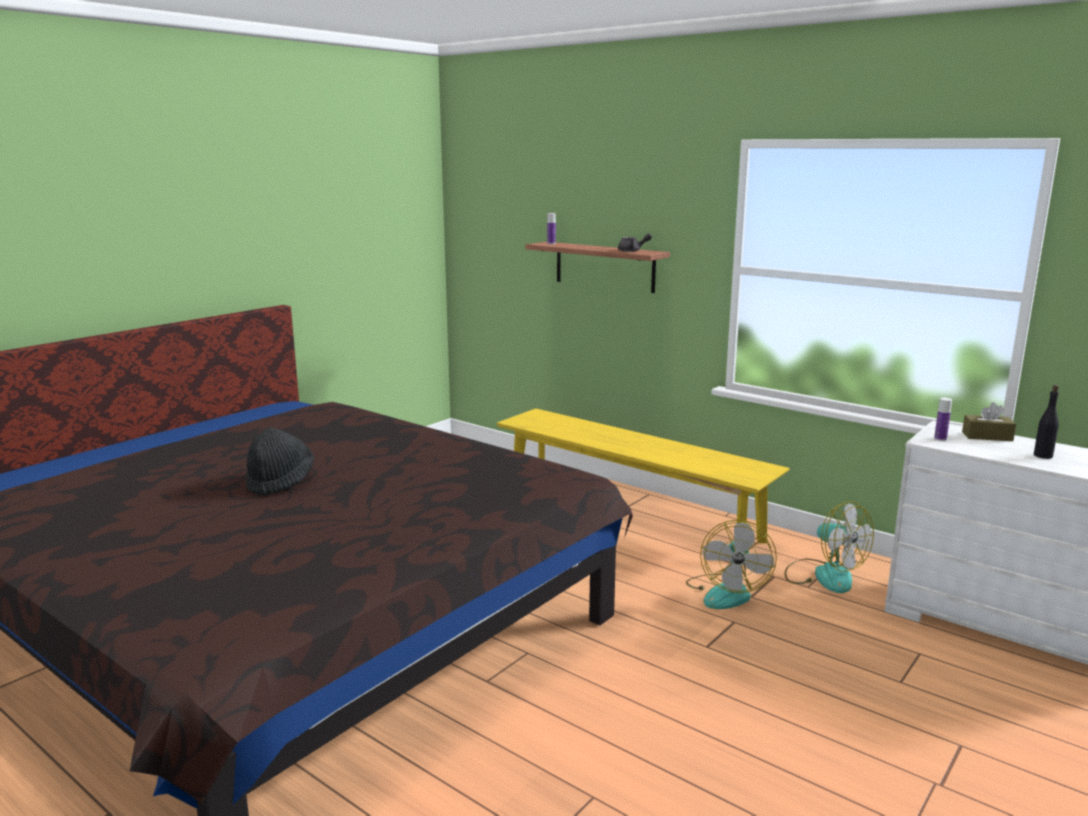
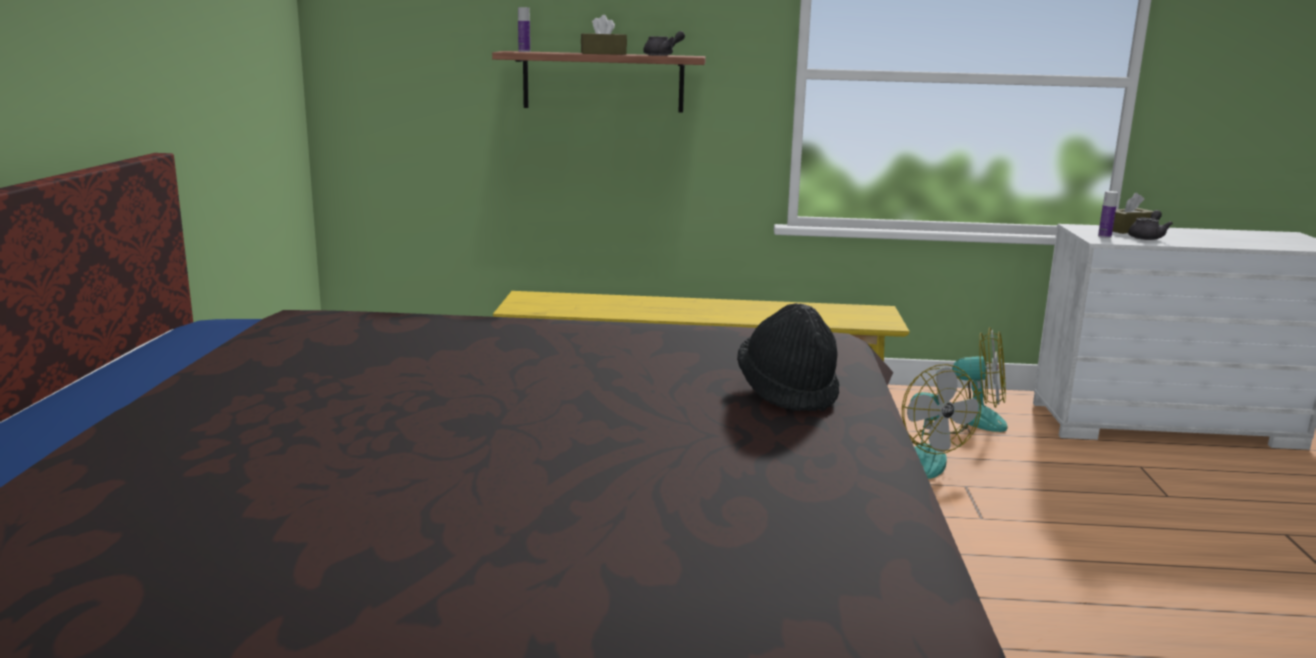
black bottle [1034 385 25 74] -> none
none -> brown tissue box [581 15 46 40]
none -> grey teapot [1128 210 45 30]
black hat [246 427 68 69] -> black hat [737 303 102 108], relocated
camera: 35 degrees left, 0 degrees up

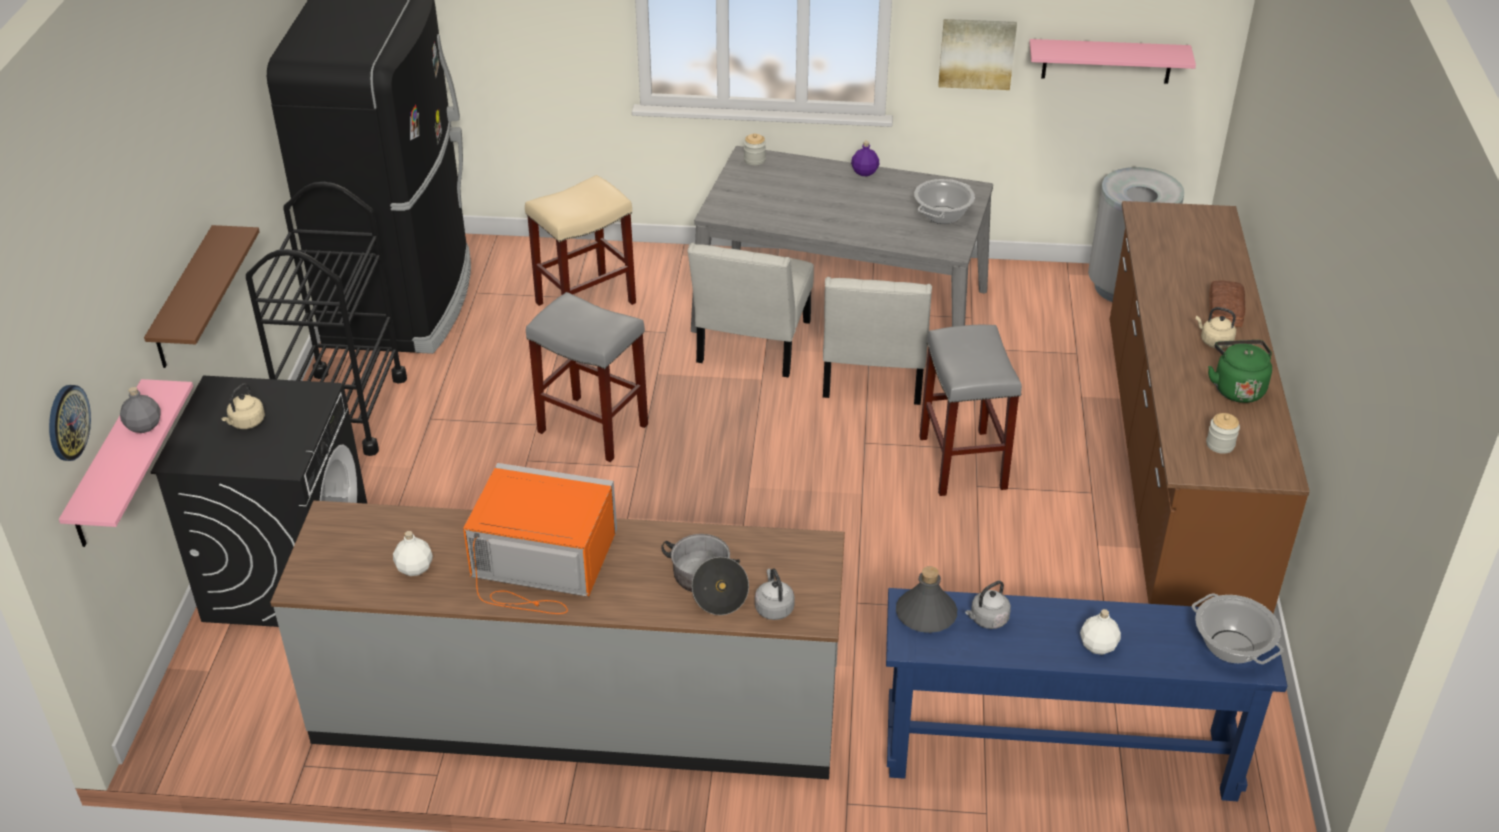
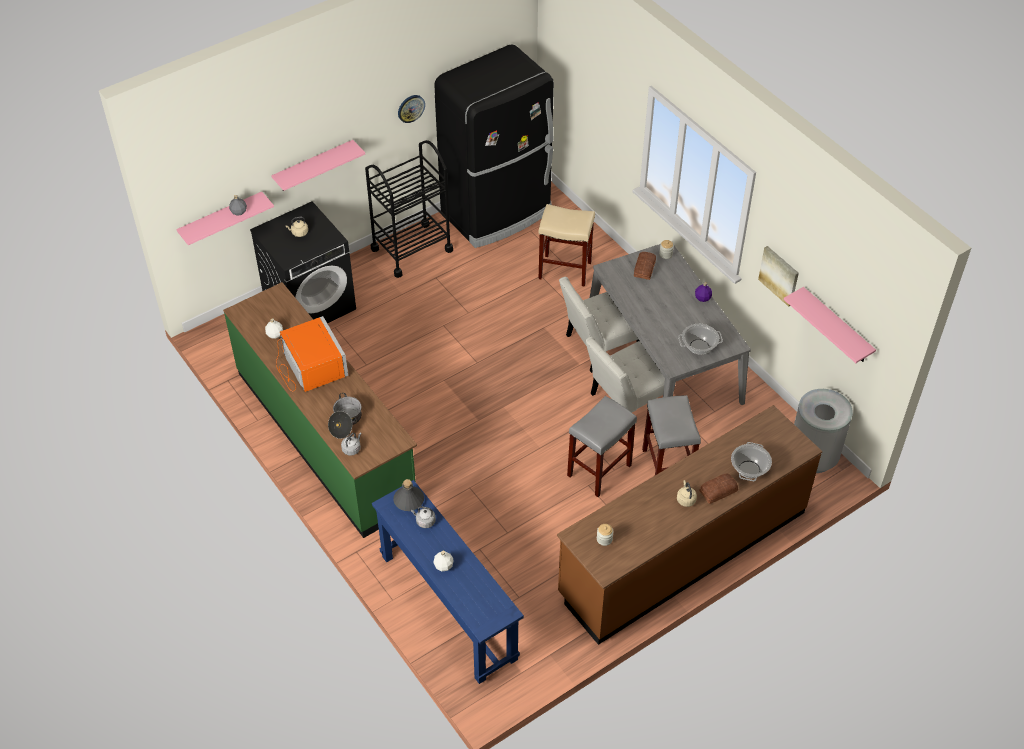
green kettle [1208 340 64 63] -> none
none -> bread [634 252 22 28]
wall clock [49 385 42 76] -> wall clock [398 95 27 28], relocated
grey stool [526 292 122 170] -> grey stool [642 395 59 80], relocated
cooking pot [1192 594 91 70] -> cooking pot [731 442 41 39], relocated
brown shelf [144 225 116 143] -> pink shelf [271 140 94 51]
grey counter [270 501 575 278] -> green counter [223 282 194 256]
camera: 50 degrees right, 10 degrees up

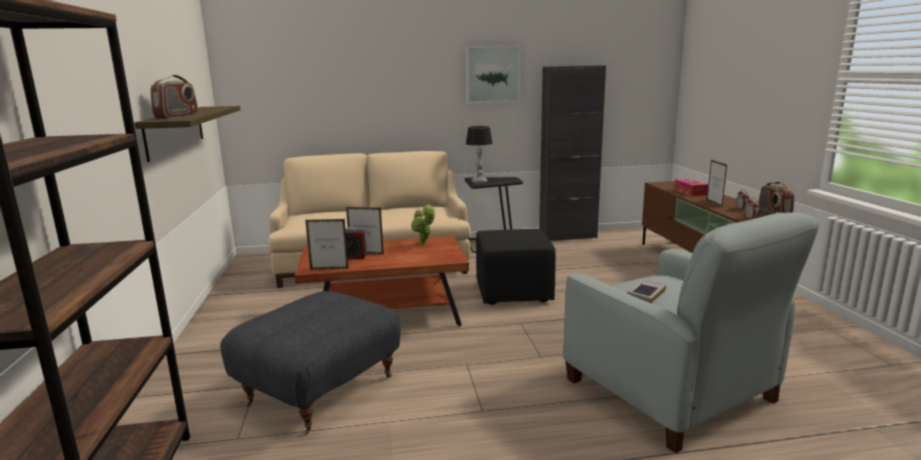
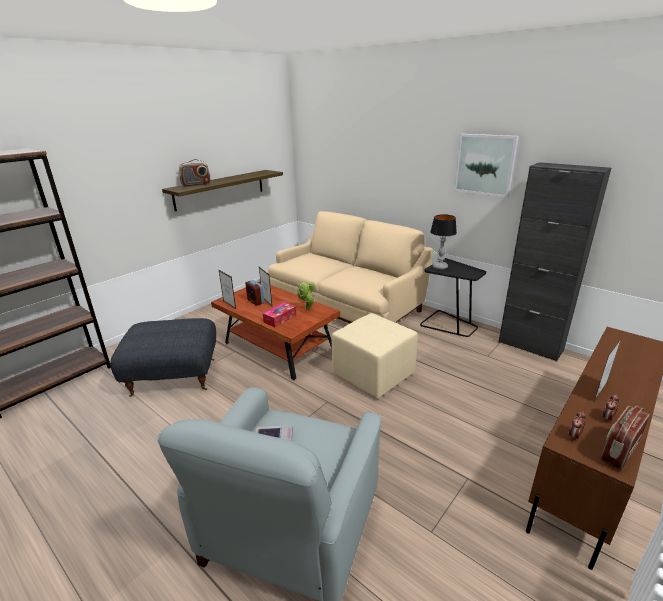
tissue box [674 179 34 17] -> tissue box [263 302 33 25], relocated
black ottoman [476 229 80 76] -> beige ottoman [331 313 87 85]
camera: 50 degrees right, 10 degrees up

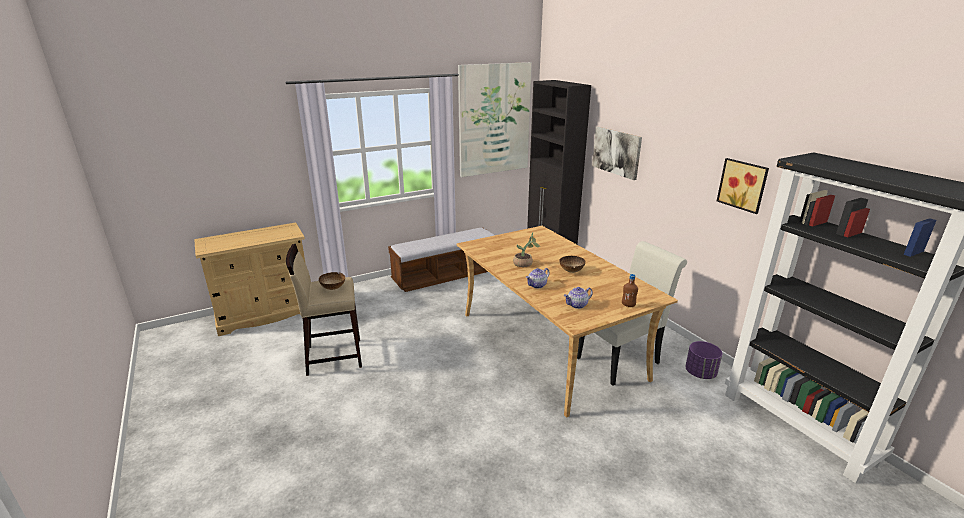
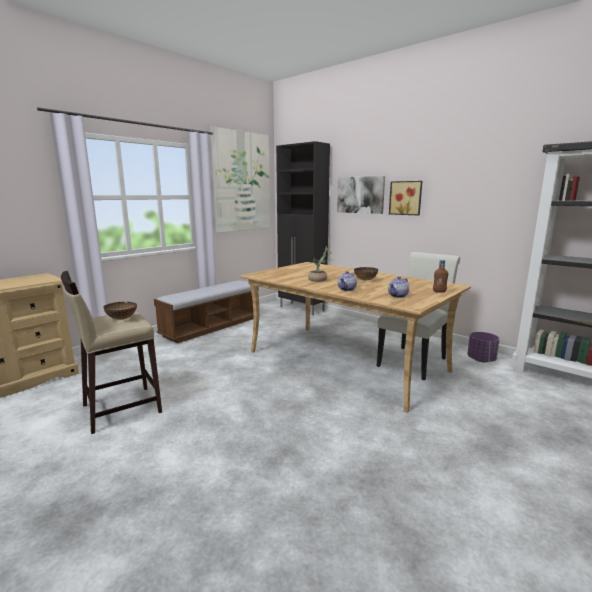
picture [717 158 52 56] -> picture [389 181 33 35], relocated
camera: 20 degrees left, 10 degrees down

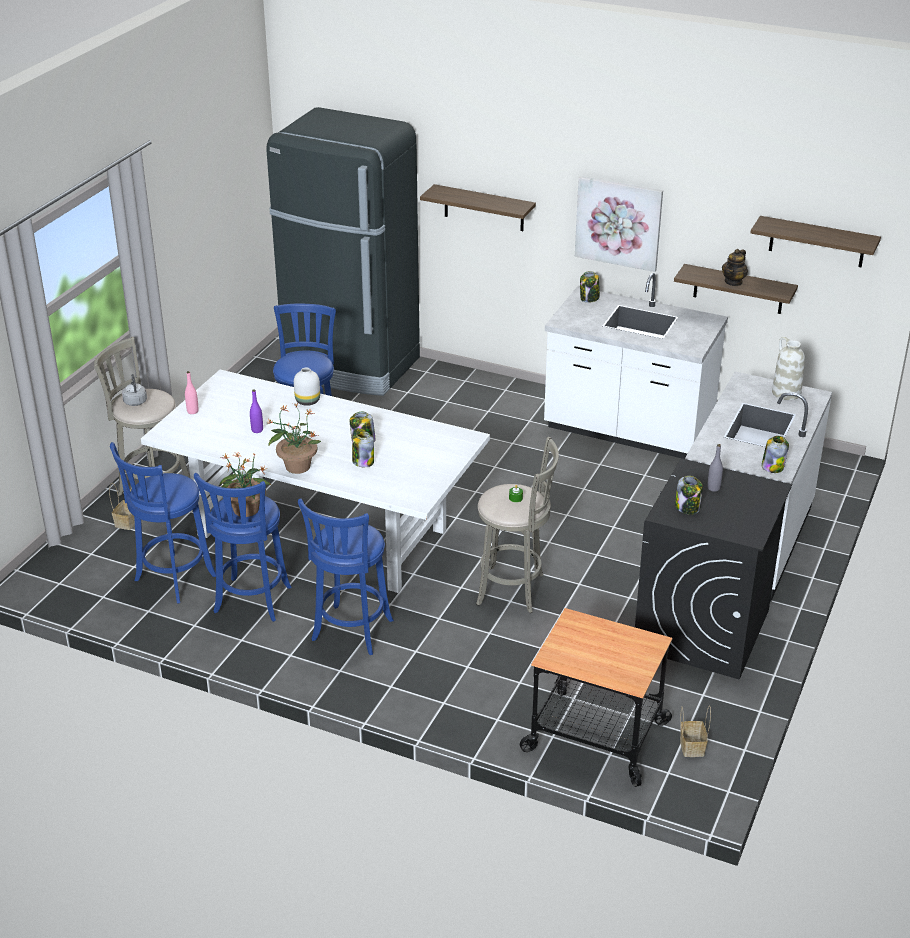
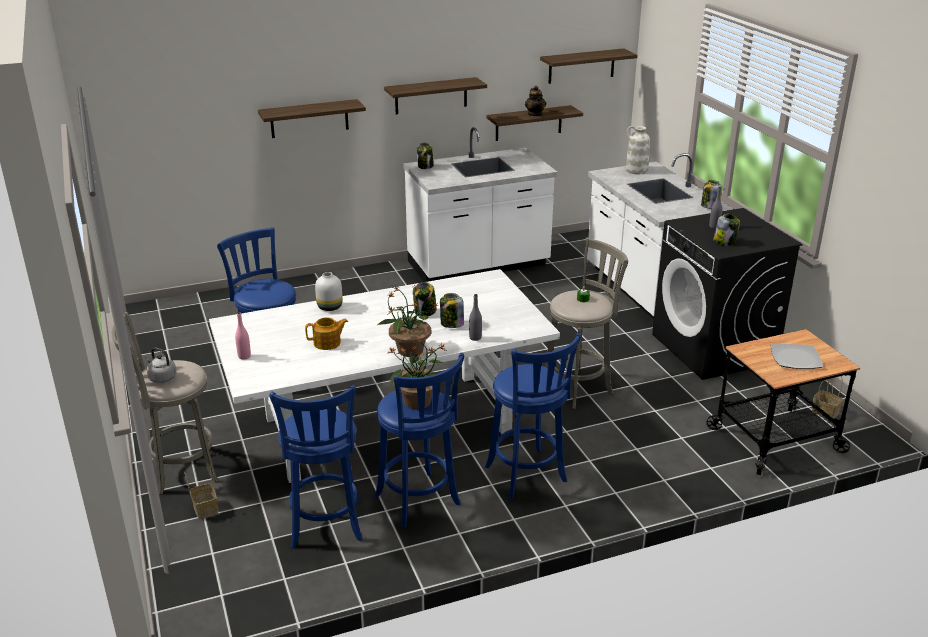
black fridge [266 107 154 289] -> none
none -> grey bottle [469 294 13 47]
none -> plate [771 343 52 26]
purple bottle [250 389 13 44] -> teapot [305 317 43 33]
picture [575 176 88 96] -> shelf [384 77 103 37]
camera: 45 degrees left, 5 degrees down

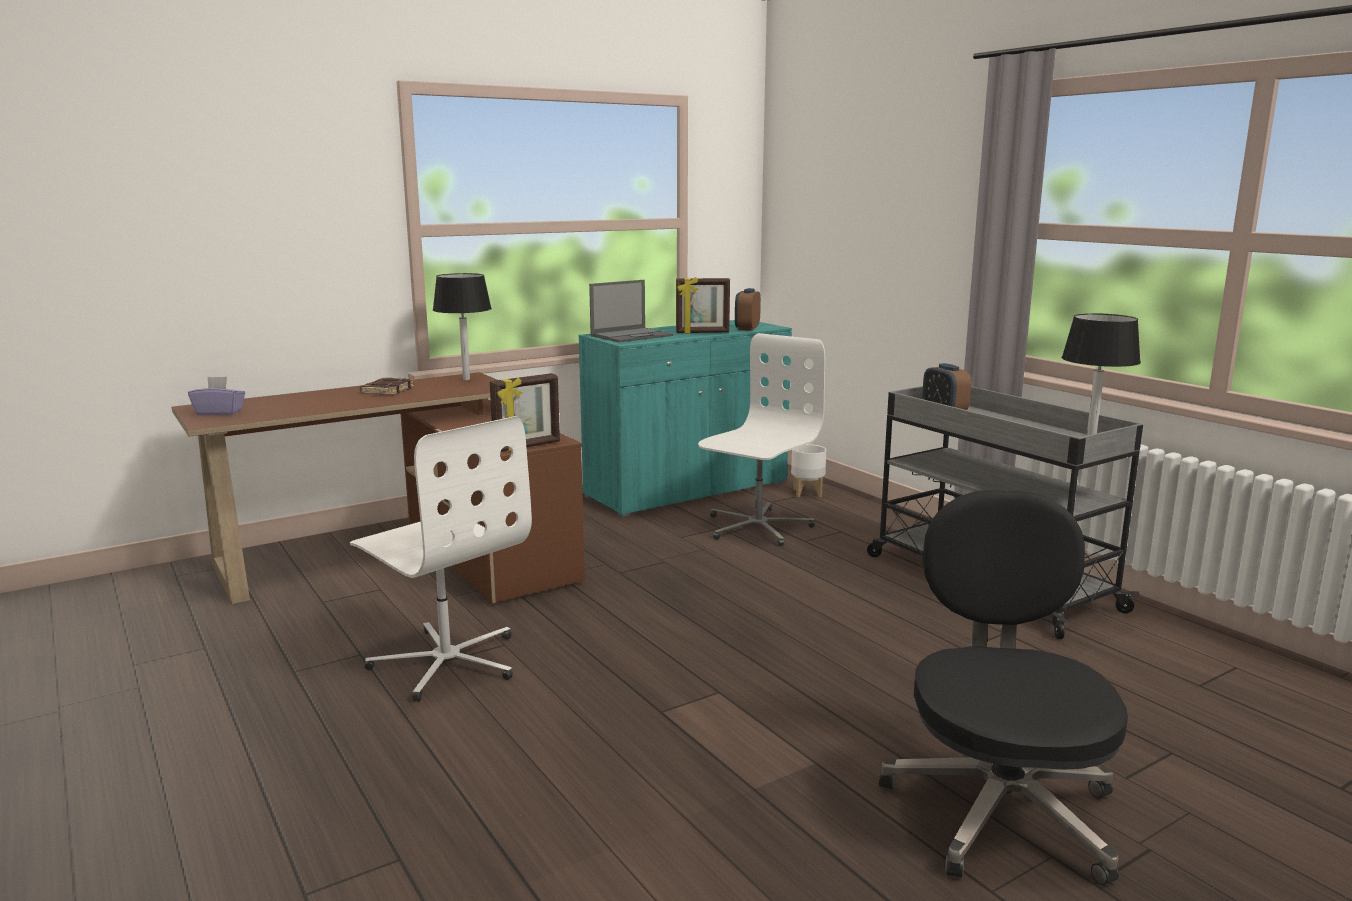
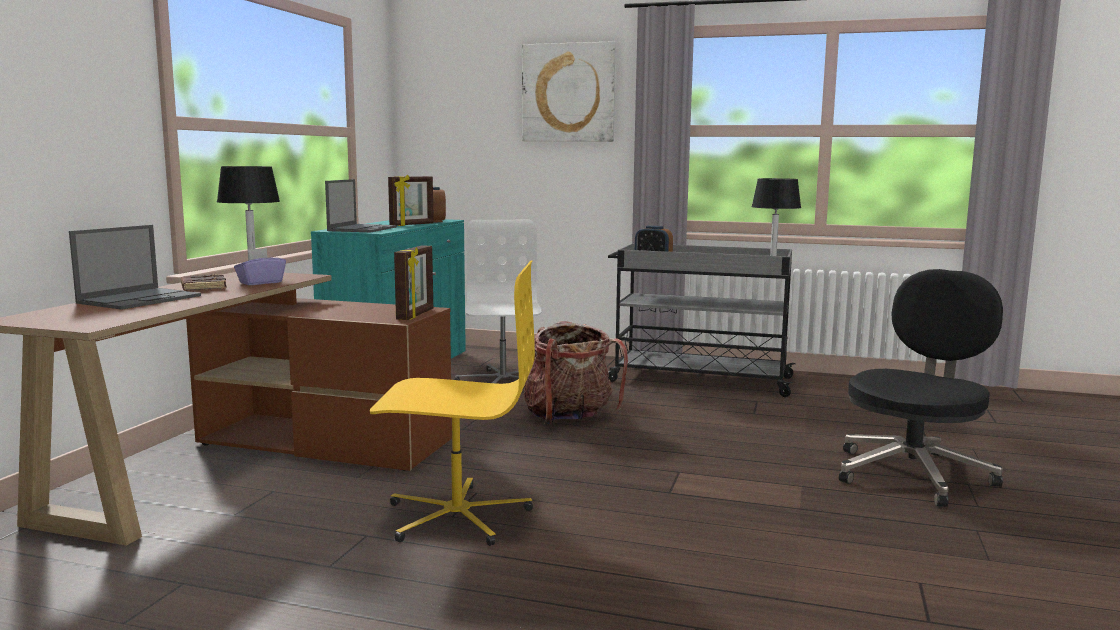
white planter [791 444 35 53] -> none
none -> laptop [69 225 132 85]
none -> picture [522 41 94 101]
none -> backpack [524 321 104 103]
purple tissue box [188 377 57 38] -> purple tissue box [234 248 52 37], relocated
white office chair [350 416 182 286] -> yellow office chair [370 261 165 285]
black office chair [879 490 249 395] -> black office chair [839 269 164 238], 75 degrees clockwise
camera: 40 degrees left, 5 degrees down

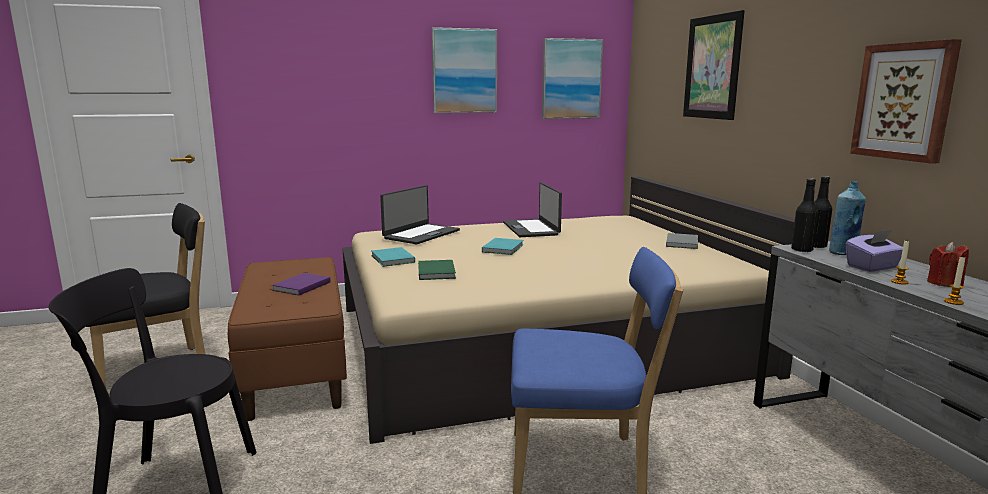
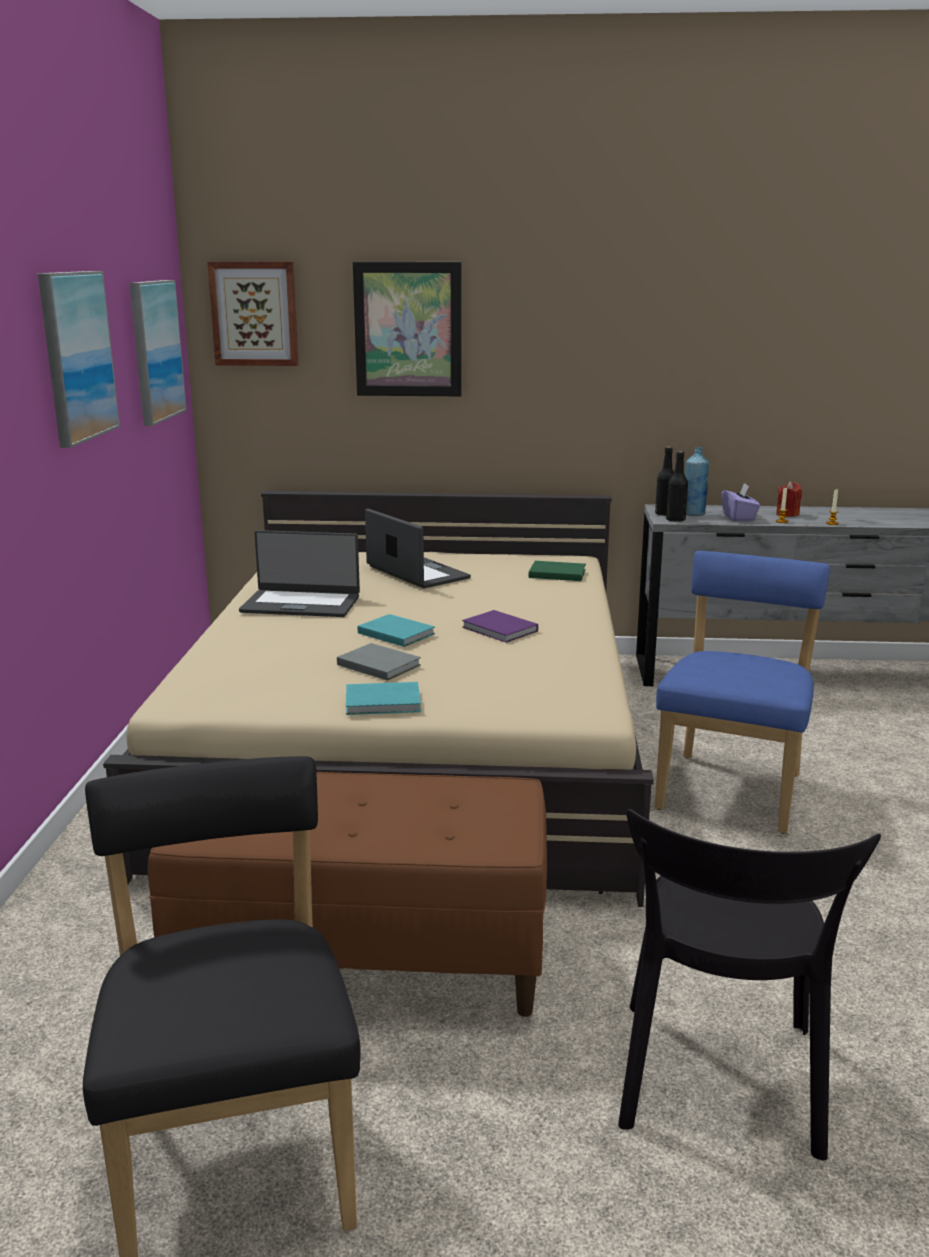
purple book [272 273 59 22] -> purple book [462 610 76 33], relocated
laptop [380 185 80 60] -> laptop [365 508 106 80], relocated
green book [418 260 38 20] -> green book [529 561 57 20], relocated
grey book [666 233 32 16] -> grey book [337 643 84 38], relocated
picture [850 39 112 125] -> picture [208 261 91 105], relocated
camera: 70 degrees left, 5 degrees up

